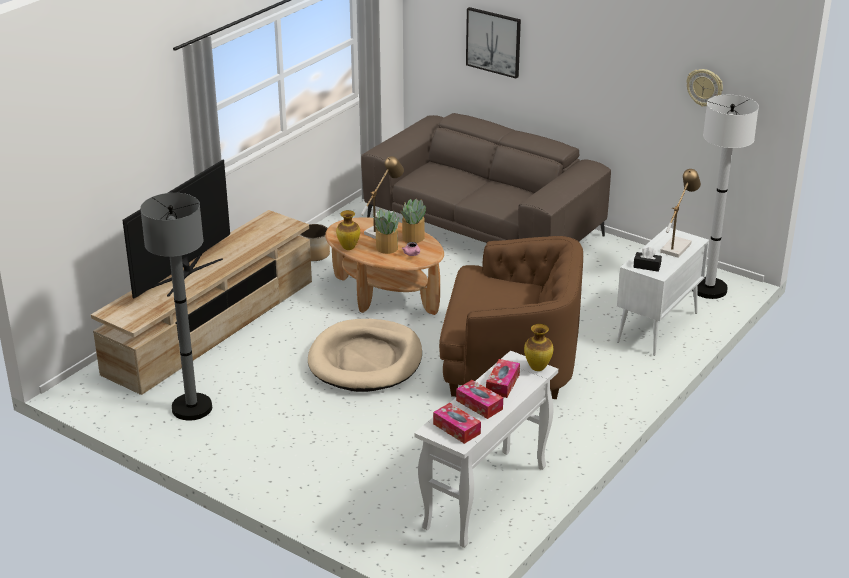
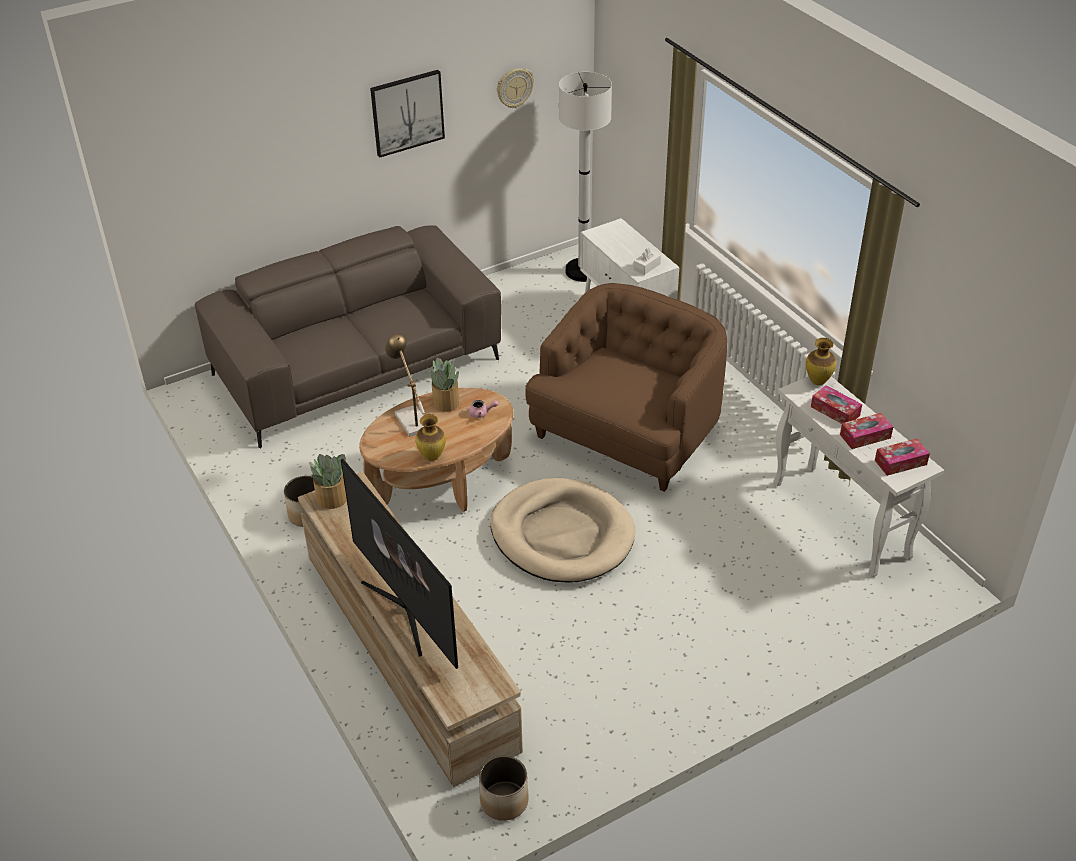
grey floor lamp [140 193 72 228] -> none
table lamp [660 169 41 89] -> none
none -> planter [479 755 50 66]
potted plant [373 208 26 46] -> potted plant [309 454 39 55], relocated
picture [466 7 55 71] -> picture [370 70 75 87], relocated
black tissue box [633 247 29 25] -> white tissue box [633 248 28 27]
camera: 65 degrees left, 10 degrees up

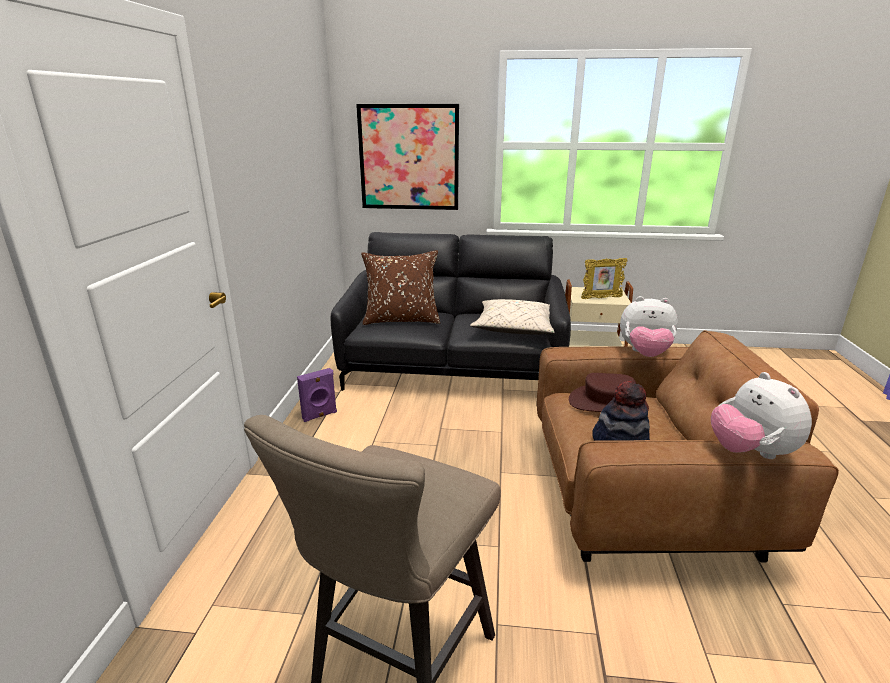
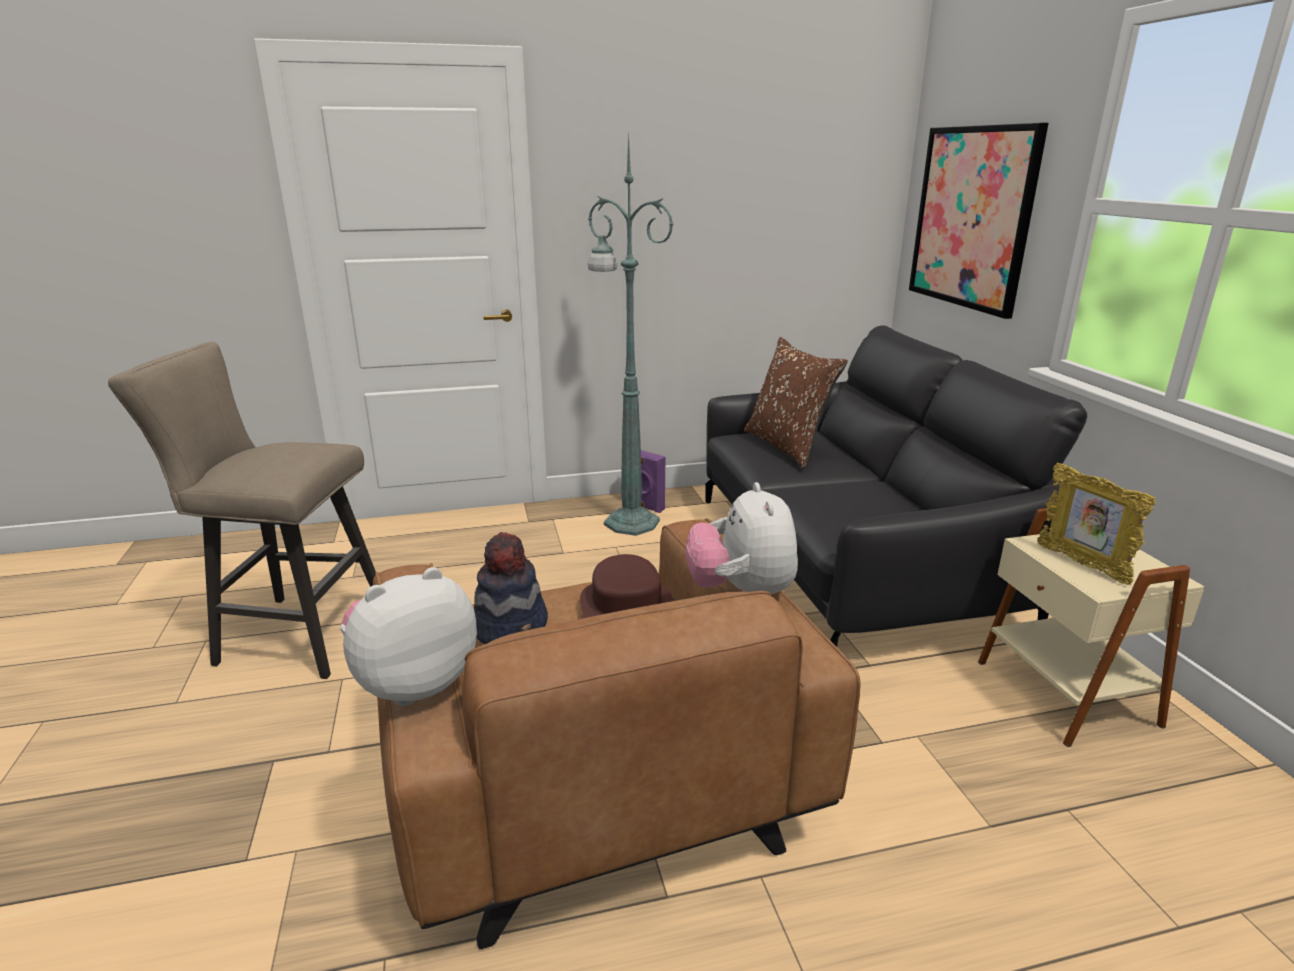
beige pillow [470 299 85 36] -> none
none -> green floor lamp [588 130 85 406]
camera: 70 degrees right, 0 degrees up

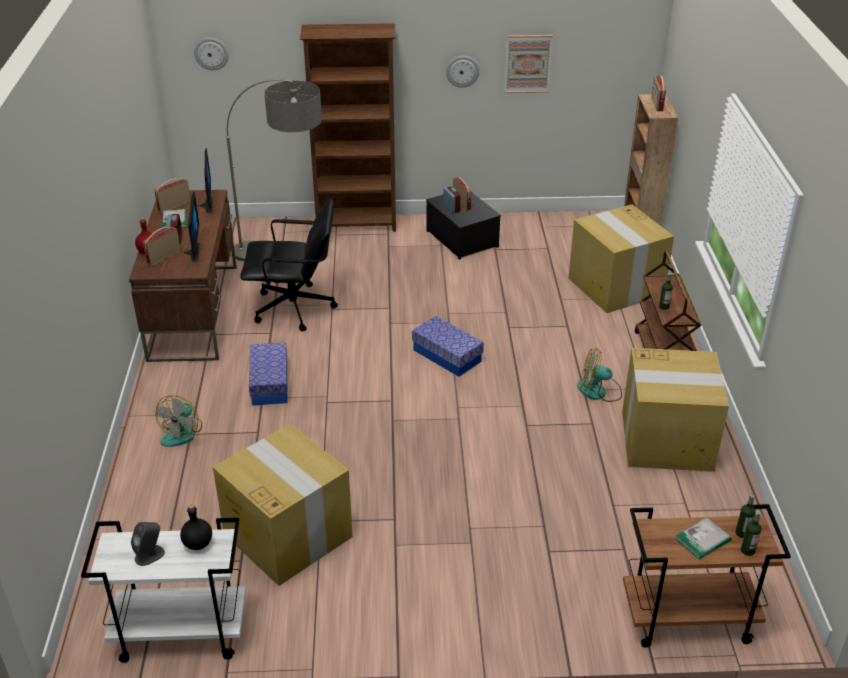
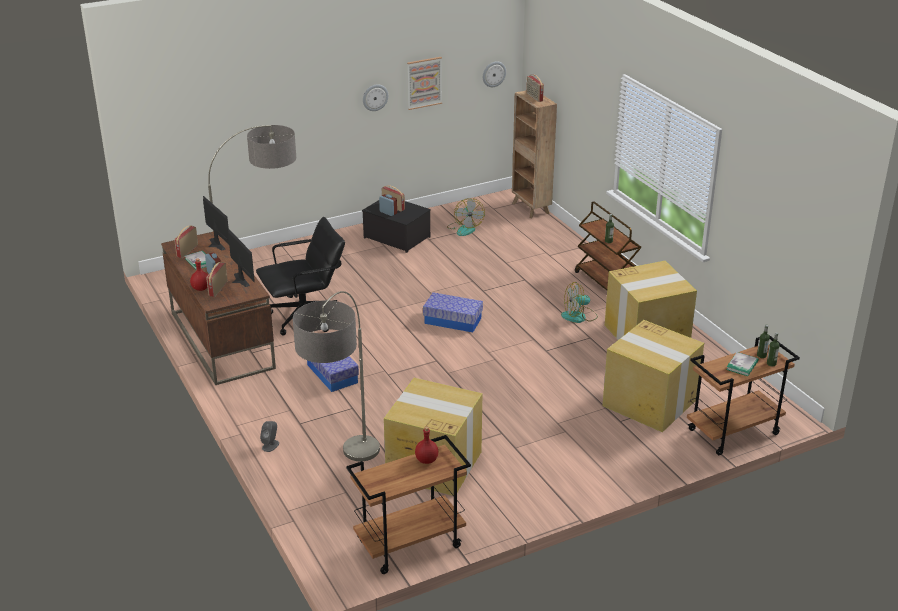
brown bookcase [300 23 96 209] -> none
none -> floor lamp [293 291 87 170]
grey speaker [131 522 34 44] -> grey speaker [260 421 19 31], relocated
fan [156 396 46 51] -> fan [447 198 38 38], relocated
wall clock [194 38 35 32] -> wall clock [483 61 23 26], relocated
cardboard box [568 205 106 108] -> cardboard box [603 320 101 112], relocated
white cart [81 518 165 145] -> brown cart [346 435 125 139]
black bottle [180 504 32 46] -> red bottle [415 426 23 38]
camera: 25 degrees left, 5 degrees down

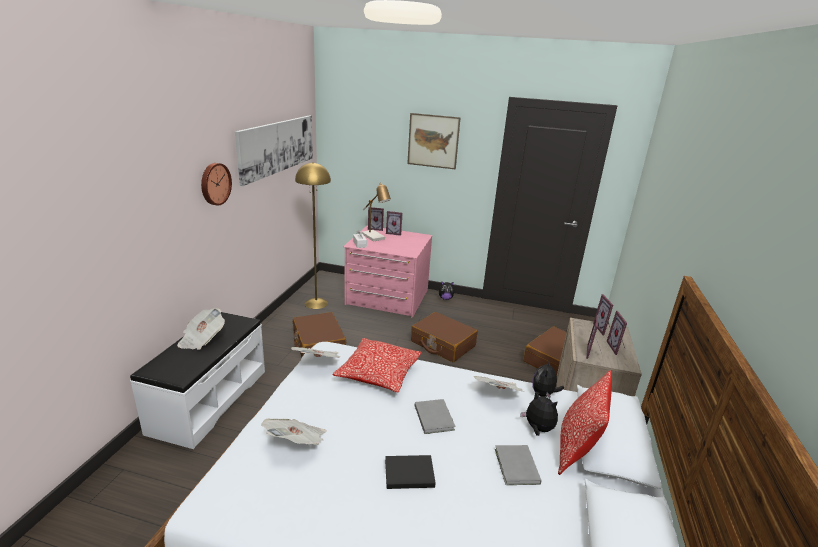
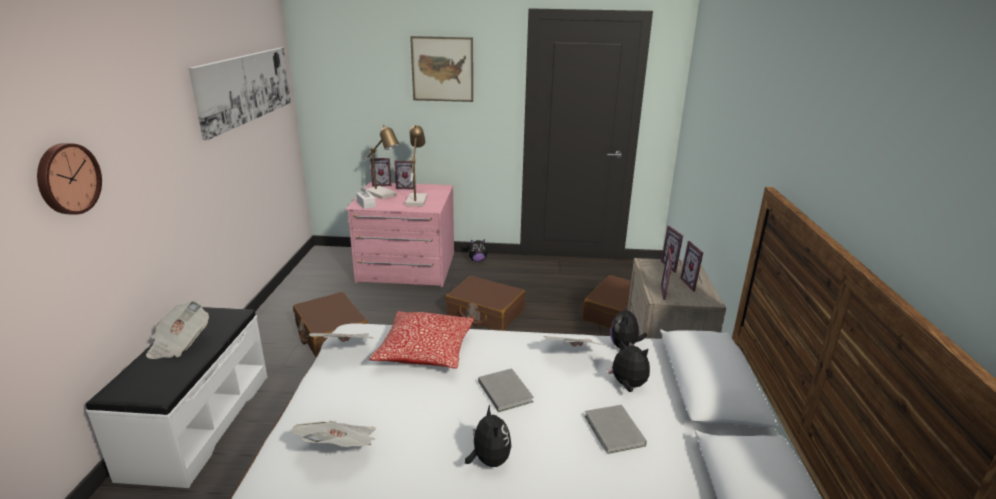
yellow floor lamp [295 162 36 147] -> none
pillow [558 370 54 105] -> none
none -> table lamp [406 125 21 81]
wall clock [201 163 31 42] -> wall clock [37 143 65 72], relocated
black book [385 455 51 34] -> plush toy [465 405 46 62]
camera: 10 degrees left, 0 degrees up

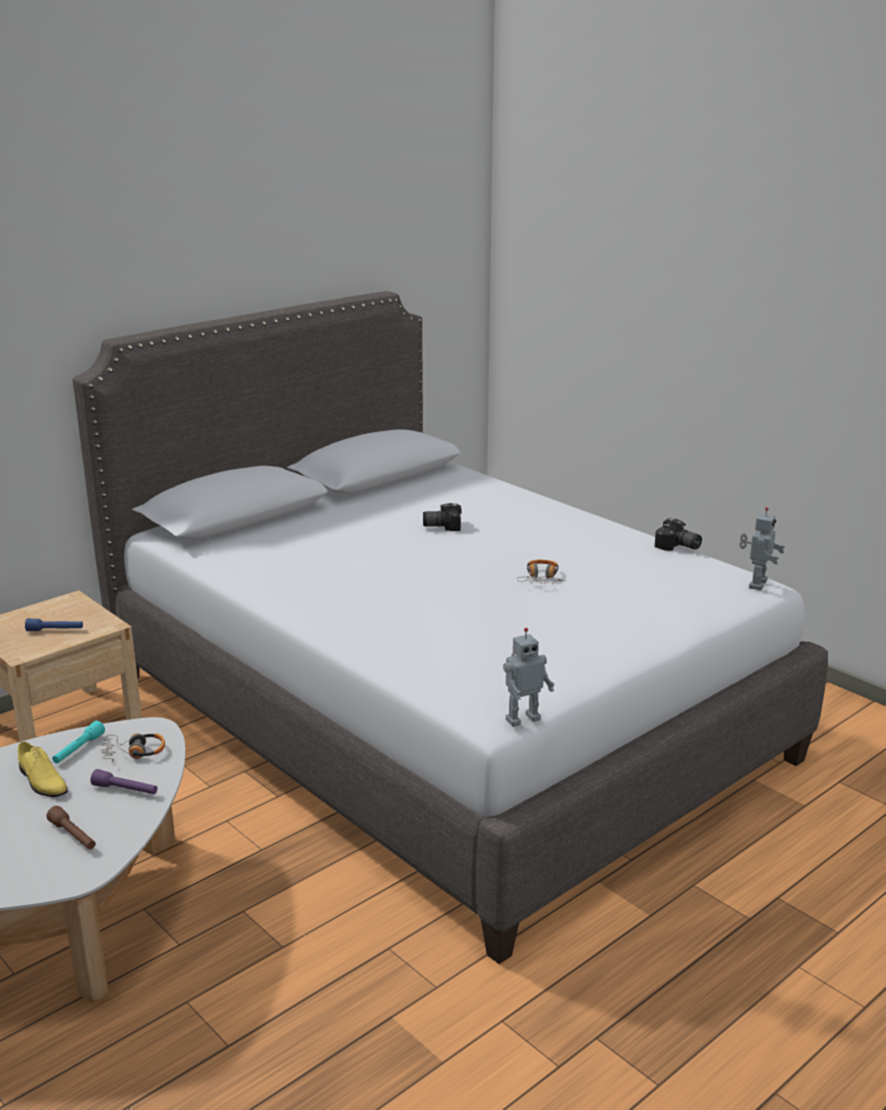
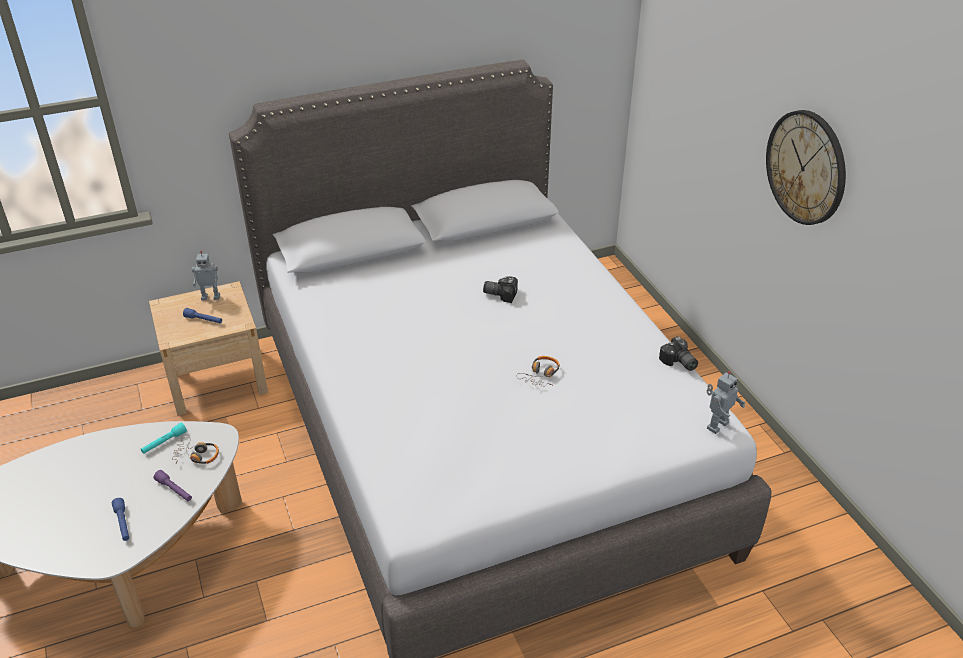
yellow shoe [18 741 50 56] -> none
none -> wall clock [766 110 80 115]
toy robot [503 628 51 99] -> toy robot [192 251 28 50], relocated
brown flashlight [47 806 49 44] -> blue flashlight [112 498 17 43]
camera: 20 degrees right, 15 degrees up

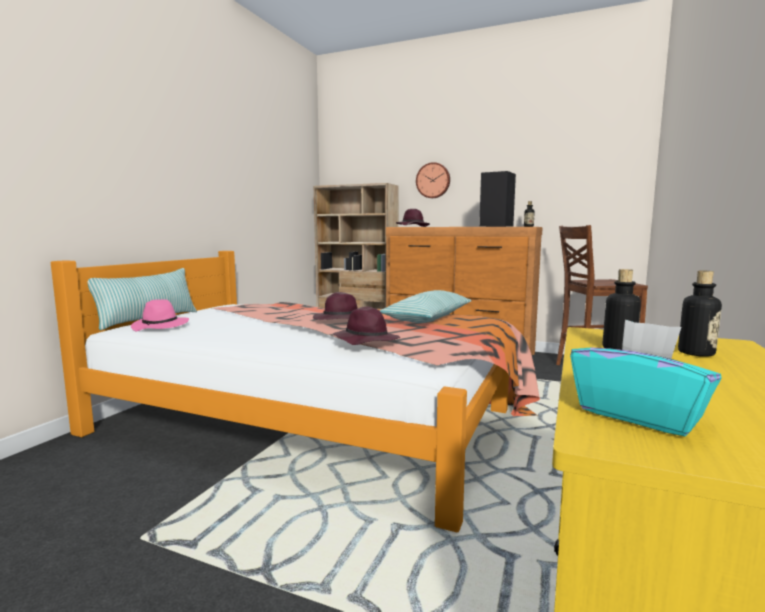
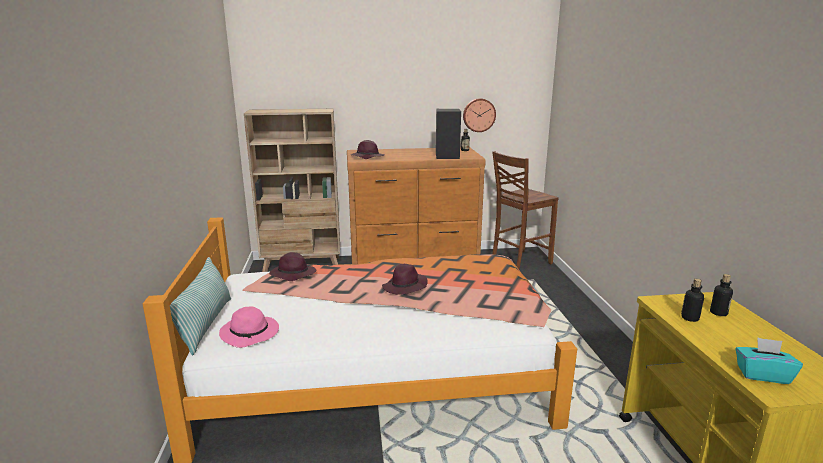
pillow [380 290 92 33] -> none
purple hat [333 306 67 39] -> purple hat [269 252 47 29], relocated
wall clock [416 162 34 36] -> wall clock [463 98 33 34], relocated
camera: 30 degrees left, 10 degrees up

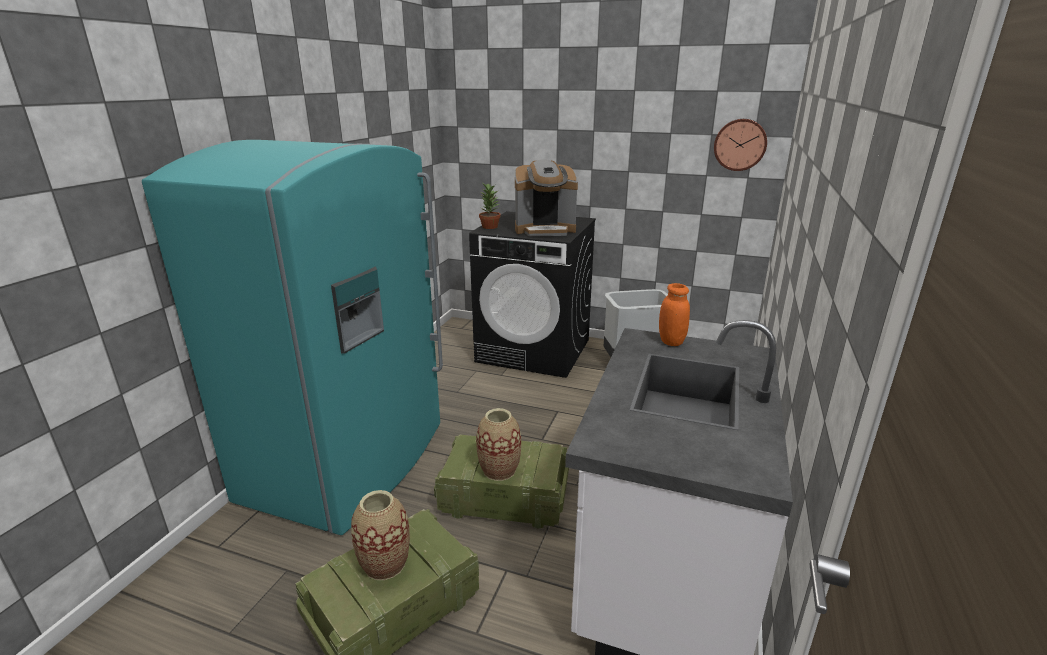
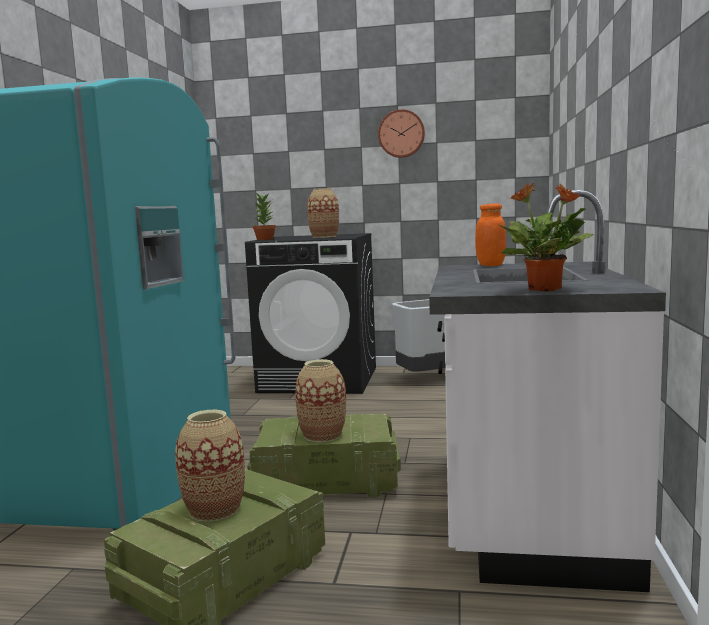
none -> potted plant [497 183 97 109]
wall clock [714 119 53 52] -> wall clock [378 109 47 49], relocated
coffee machine [515 160 63 77] -> vase [307 188 32 50]
camera: 10 degrees left, 15 degrees down

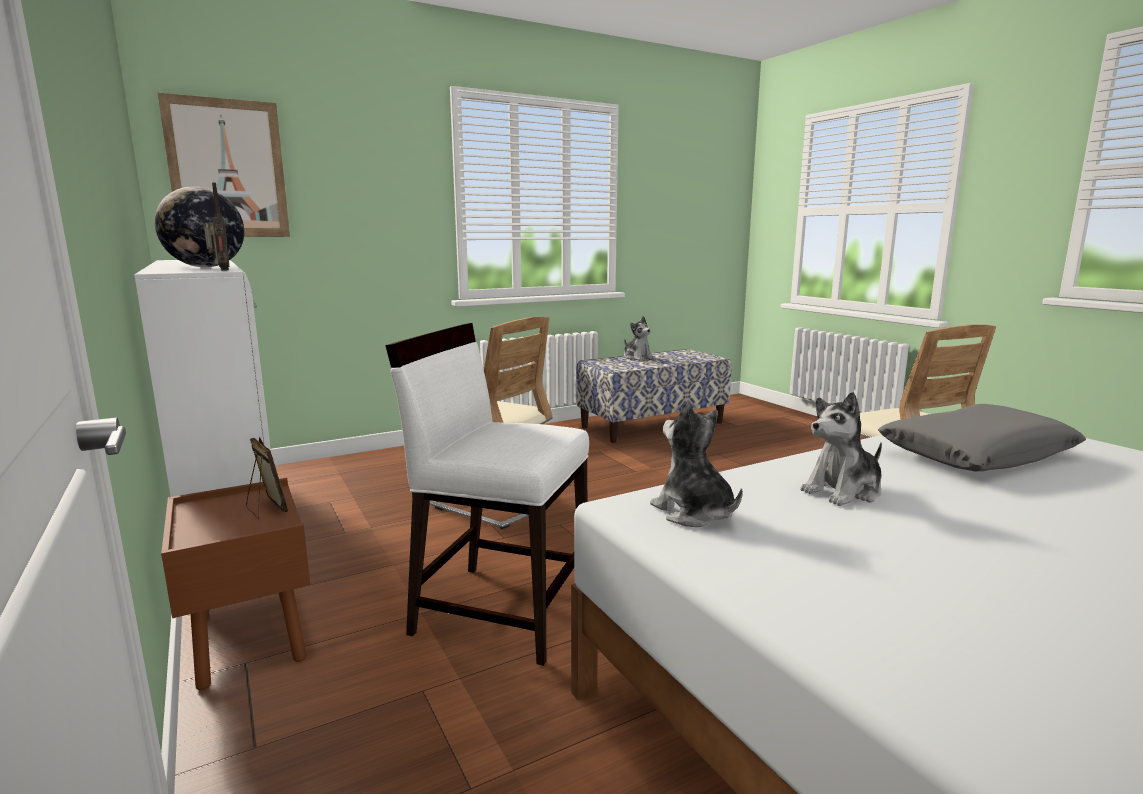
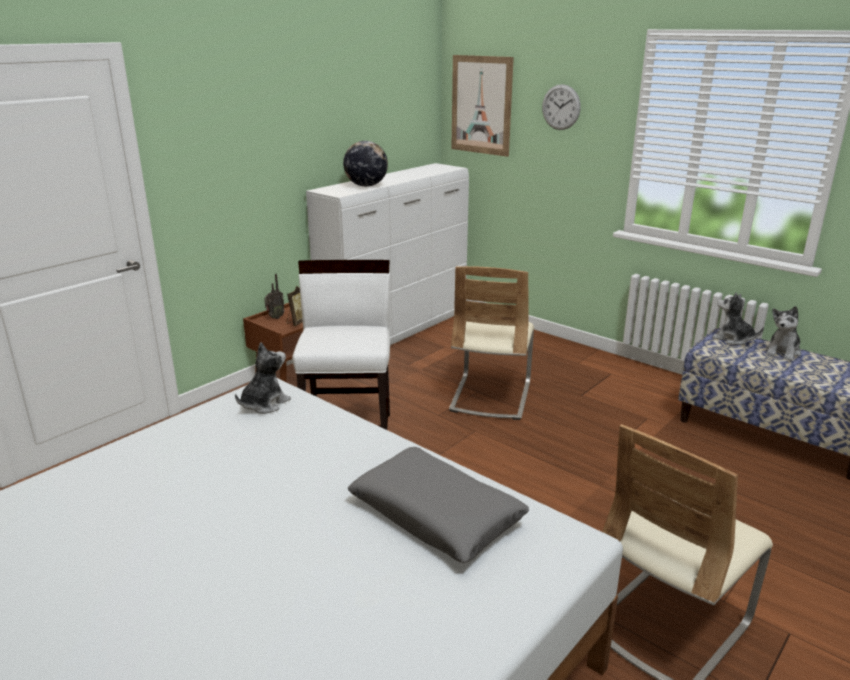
none -> wall clock [542 84 39 46]
radio [204 183 25 87] -> radio [264 274 21 45], relocated
plush toy [800 392 82 114] -> plush toy [712 292 52 53], relocated
camera: 70 degrees right, 10 degrees up

